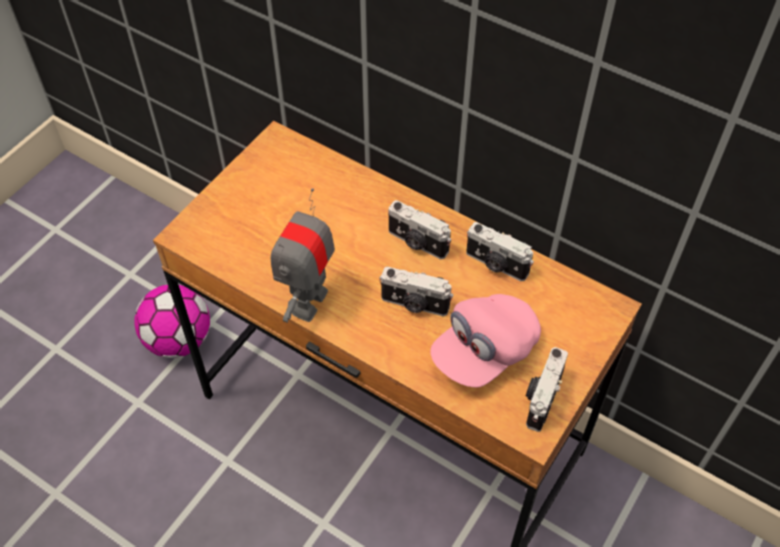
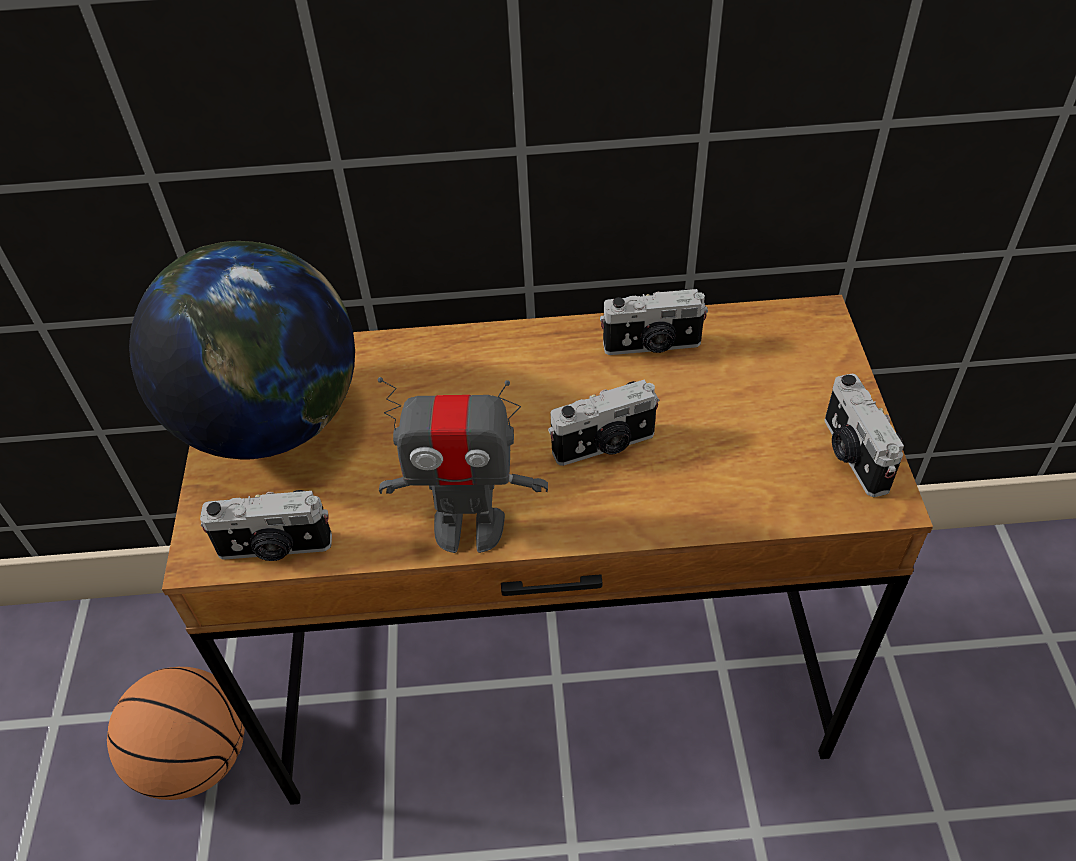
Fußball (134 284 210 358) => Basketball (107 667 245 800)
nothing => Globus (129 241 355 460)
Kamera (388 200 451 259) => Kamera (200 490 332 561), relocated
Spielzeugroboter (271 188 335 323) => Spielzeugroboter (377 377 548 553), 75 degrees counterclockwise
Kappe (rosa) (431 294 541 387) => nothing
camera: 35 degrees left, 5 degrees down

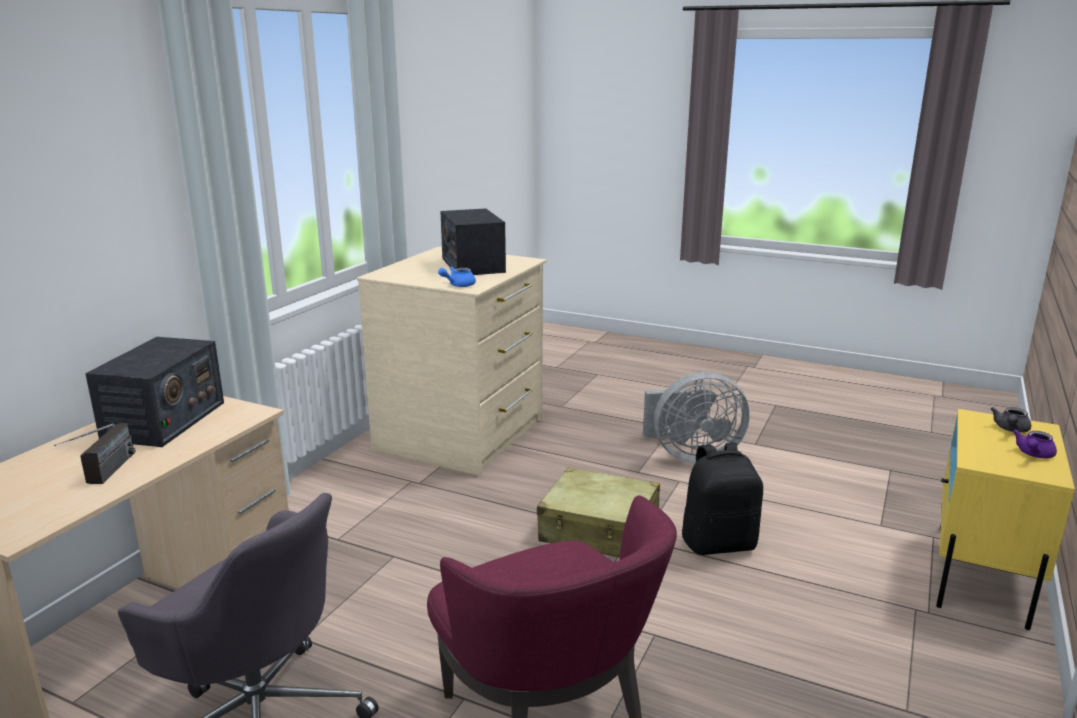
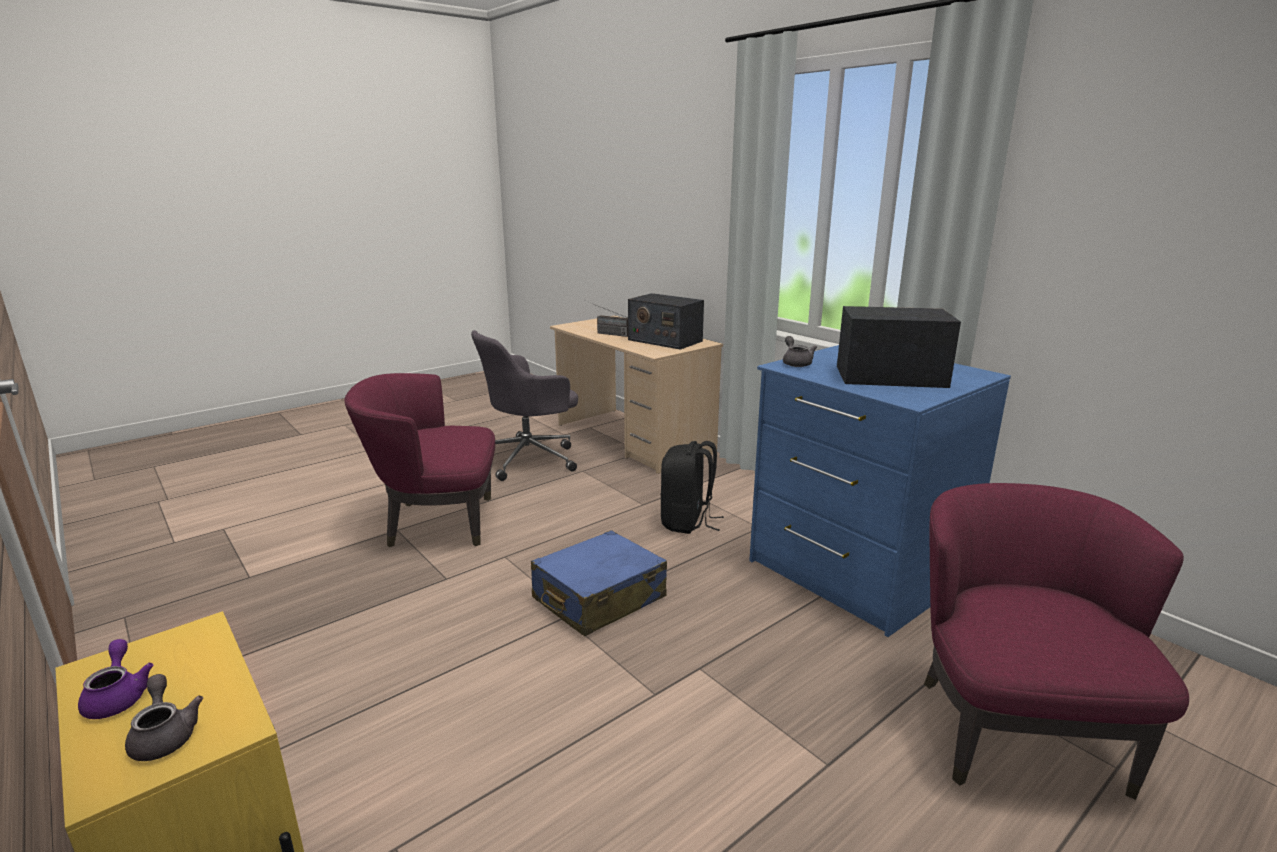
Koffer (beige) (537 468 660 557) => Koffer (blau) (531 530 667 636)
Rucksack (schwarz) (682 443 763 555) => Rucksack (schwarz) (660 441 724 534), relocated
Kommode (beige) (357 247 547 476) => Kommode (blau) (749 345 1011 637)
Teekanne (blau) (438 266 476 287) => Teekanne (grau) (783 336 817 367)
nothing => Sessel (lila) (924 483 1189 800)
Ventilator (grau) (643 372 750 463) => nothing
camera: 115 degrees right, 0 degrees up

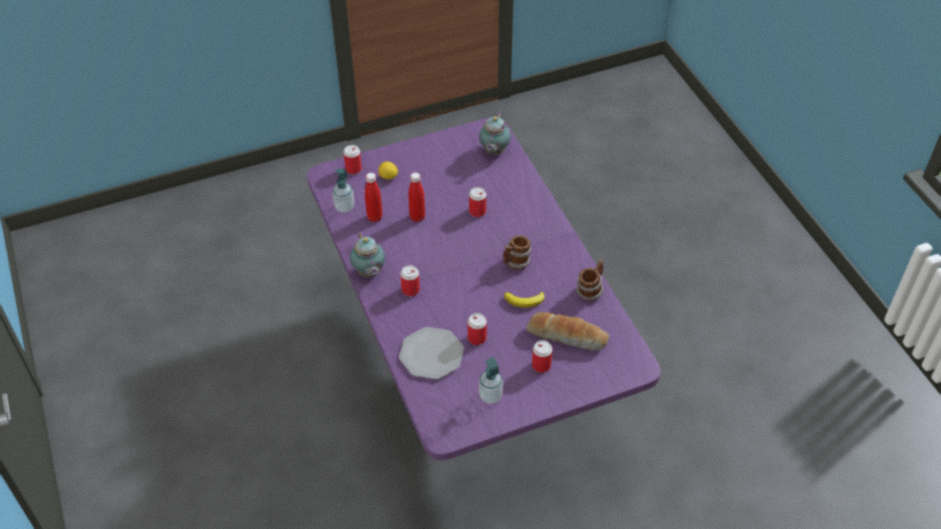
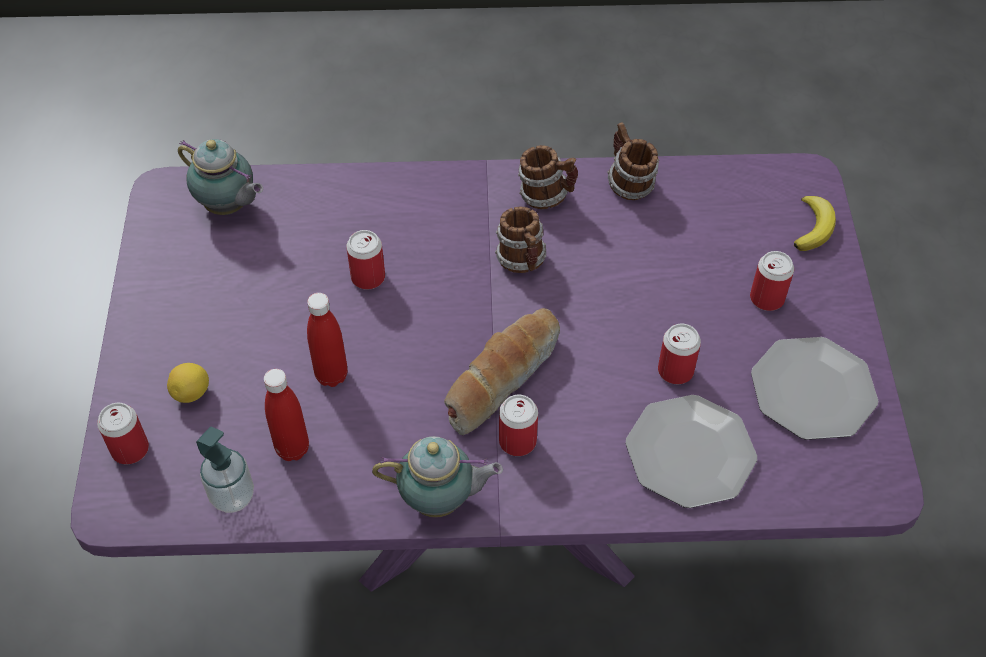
Brot (526 312 609 351) => Brot (444 308 560 435), relocated
nothing => Henkelbecher (518 145 578 209)
Seifenspender (479 357 503 404) => Teller (751 337 878 440)
Banane (504 292 544 308) => Banane (794 196 836 251), relocated
camera: 70 degrees left, 5 degrees up

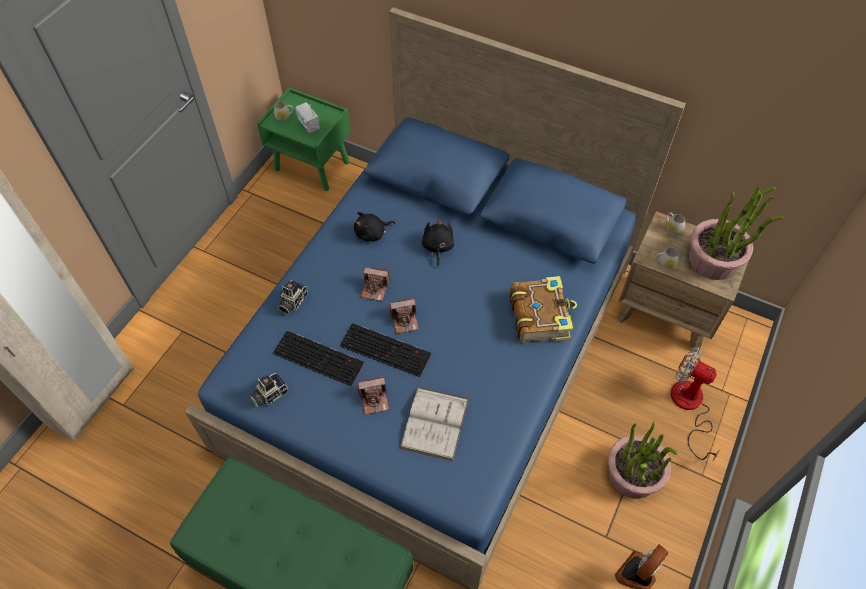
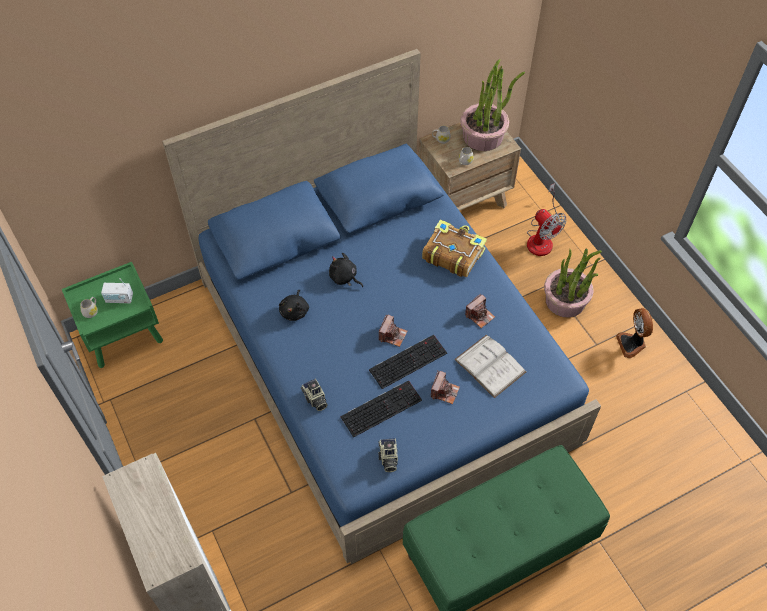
Kamera (361 267 390 301) => Kamera (465 294 495 328), relocated
Ventilator (671 347 720 460) => Ventilator (527 183 566 256), 105 degrees counterclockwise
camera: 55 degrees left, 0 degrees up

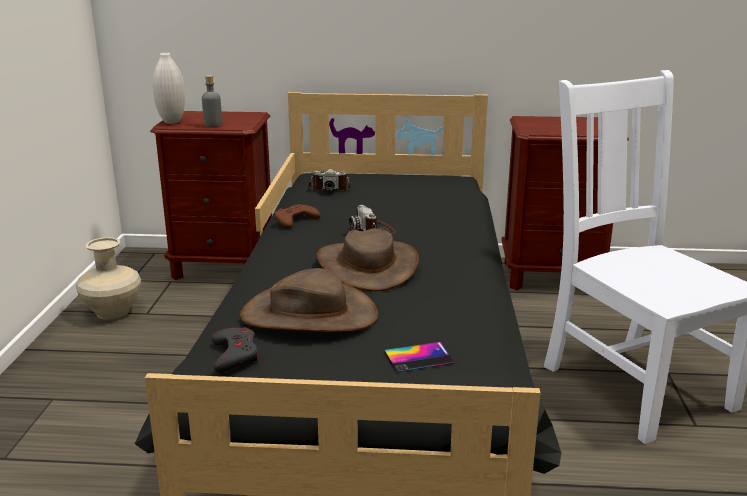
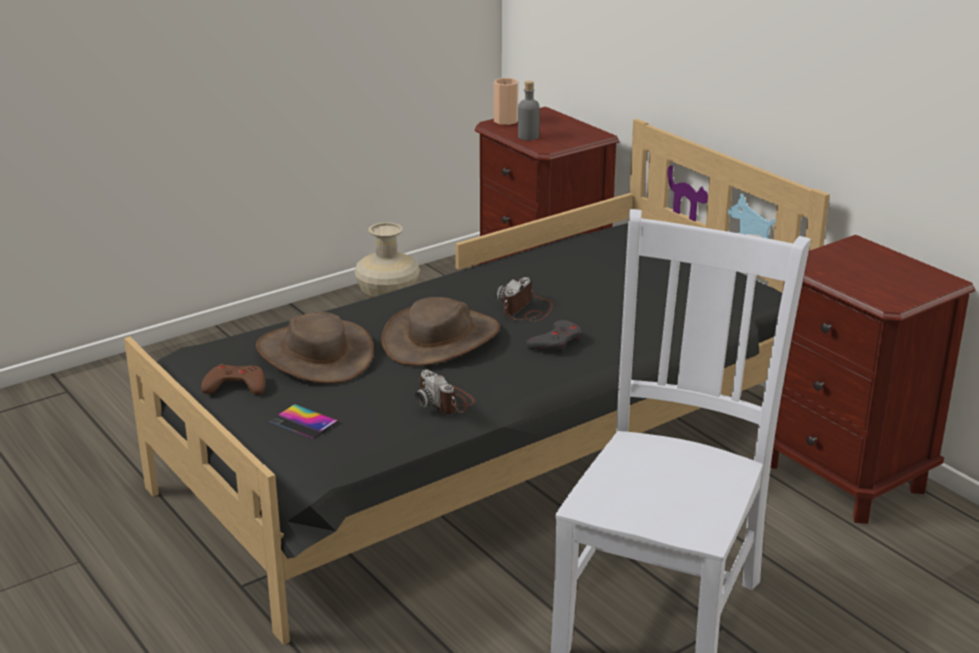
Gamepad (braun) (274 204 321 229) => Gamepad (braun) (201 364 266 395), relocated
Kamera (308 169 351 190) => Kamera (415 369 475 414), relocated
Vase (weiß) (152 53 185 124) => Tasse (494 78 519 125)
Gamepad (grau) (212 327 258 373) => Gamepad (grau) (526 320 581 353), relocated
camera: 50 degrees right, 5 degrees up

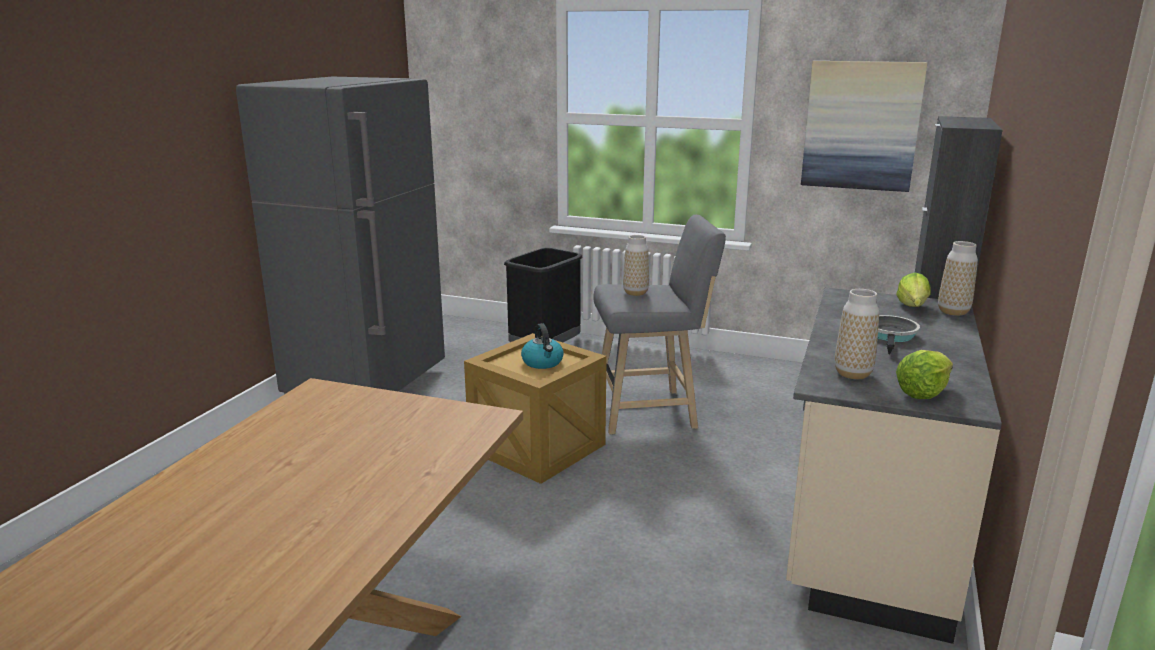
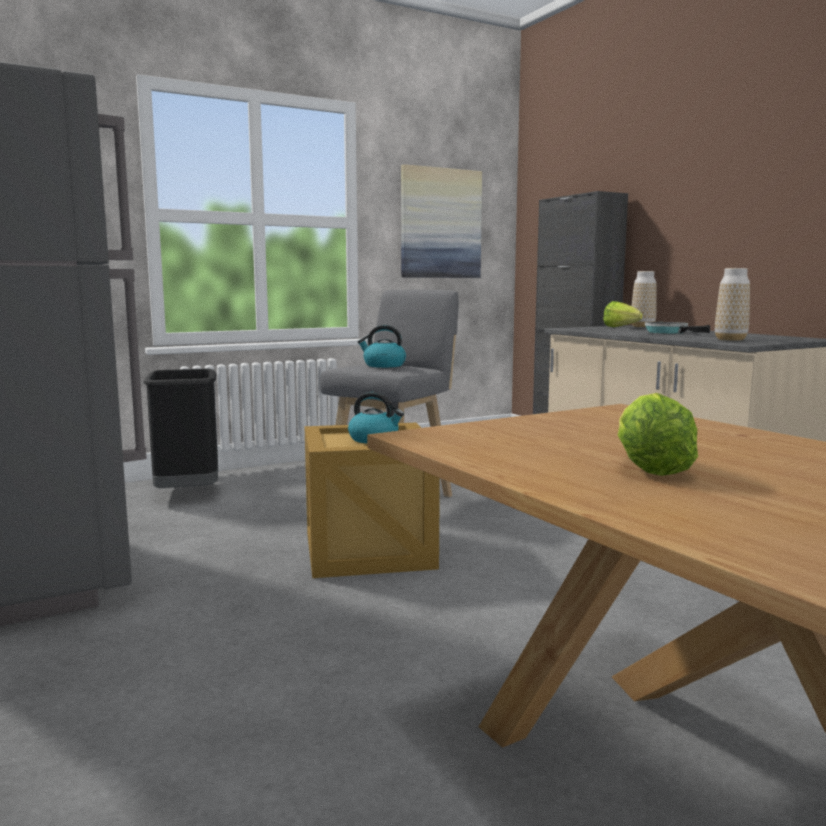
Vase (623 235 649 296) => Wasserkessel (358 325 406 368)
Salatkopf (896 350 953 399) => Salatkopf (618 393 698 476), relocated
camera: 50 degrees left, 10 degrees down

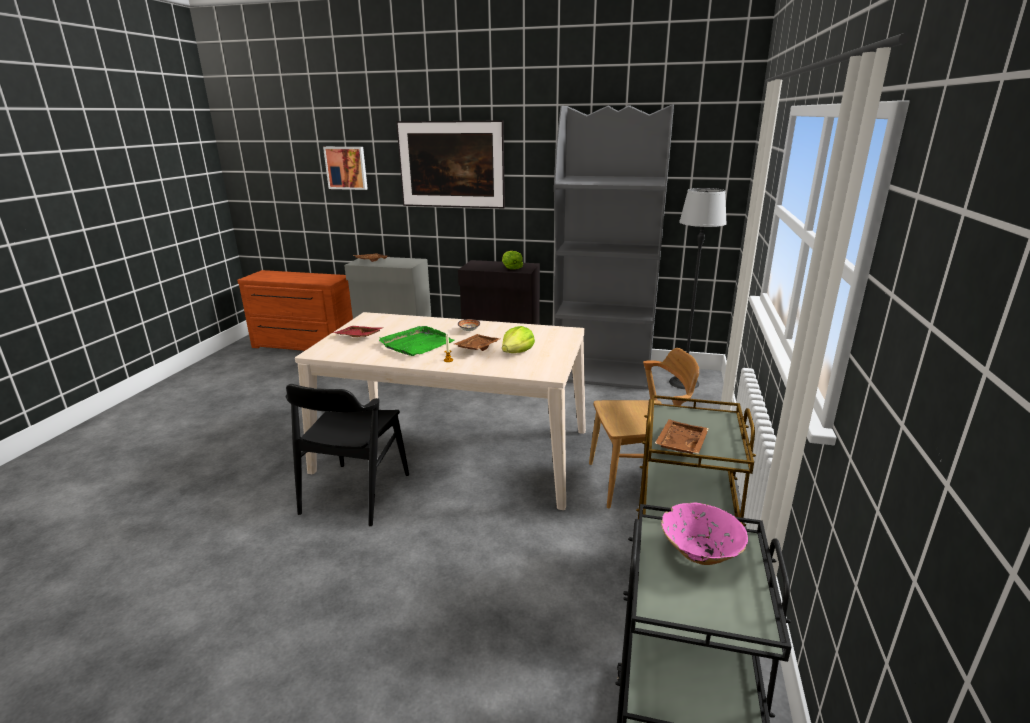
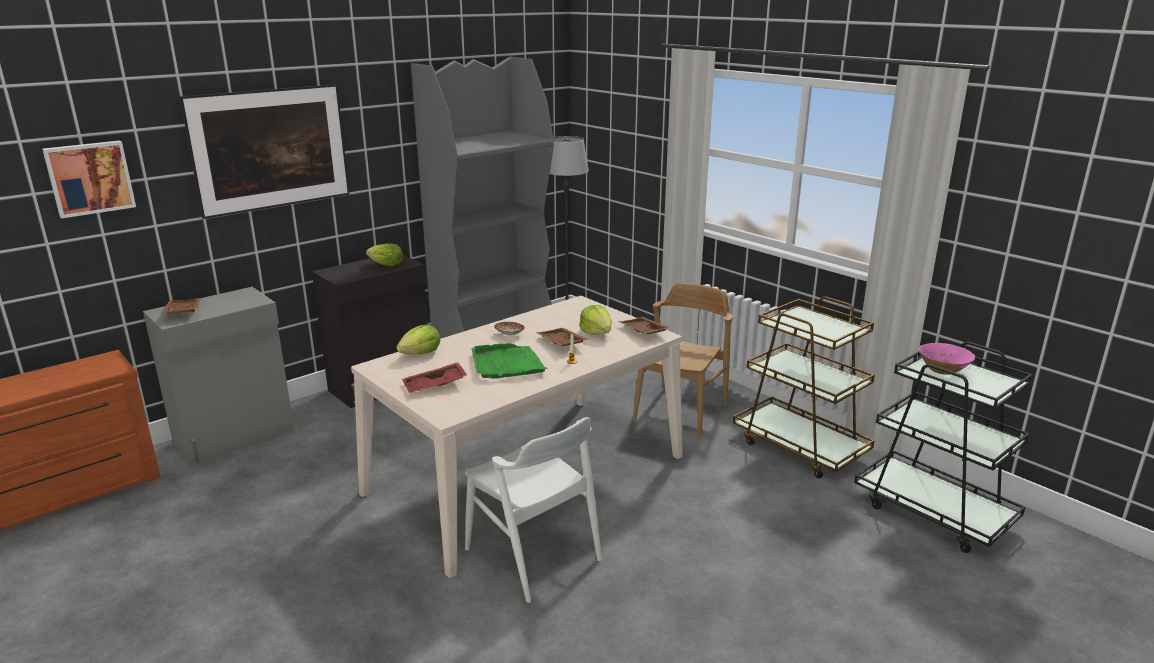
nothing => Salatkopf (396 325 441 355)
Stuhl (schwarz) (285 384 409 527) => Stuhl (weiß) (464 417 602 603)
Tablett (braun) (654 419 709 454) => Tablett (braun) (618 317 671 334), relocated
camera: 55 degrees left, 0 degrees up

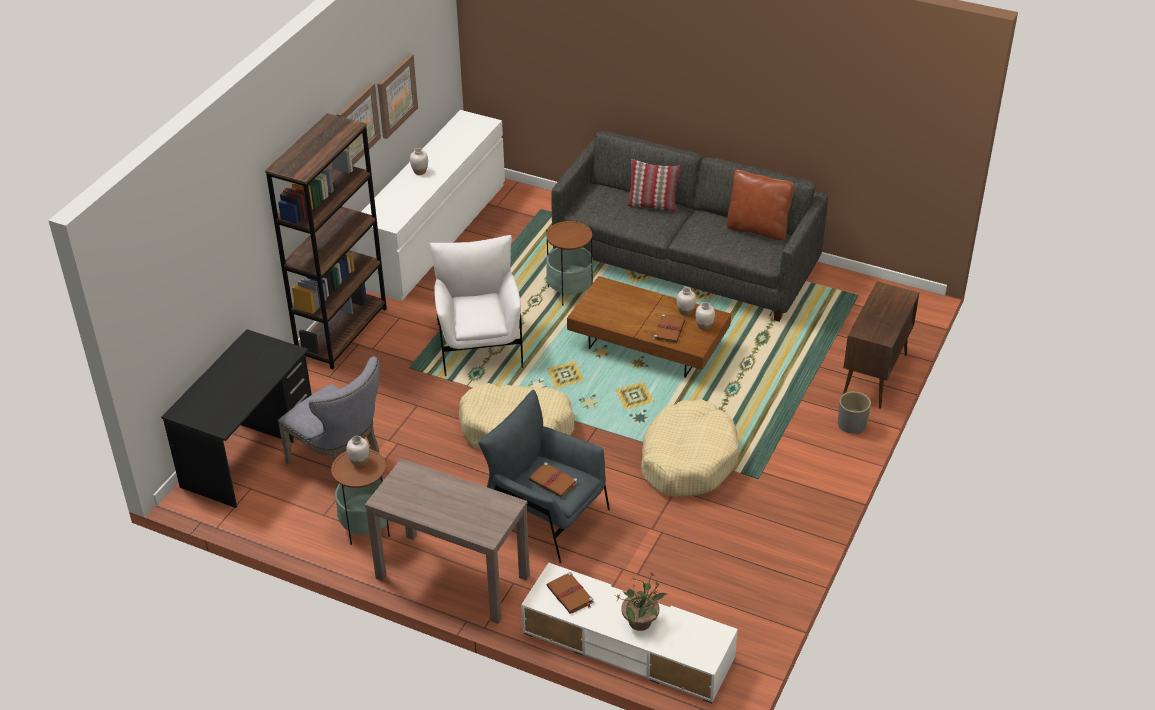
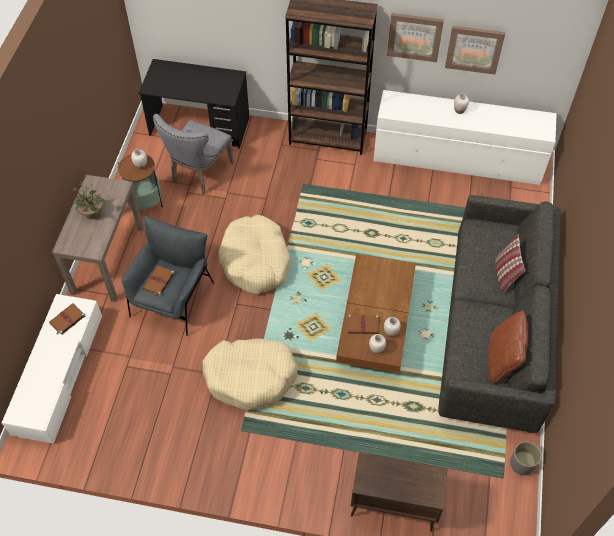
Topfpflanze (616 571 667 631) => Topfpflanze (72 182 106 219), relocated
Pflanzkübel (grau) (838 391 871 434) => Pflanzkübel (grau) (510 441 542 475), relocated
Sessel (weiß) (430 235 523 376) => nothing
Beistelltisch (546 221 593 306) => nothing
camera: 75 degrees right, 15 degrees up

